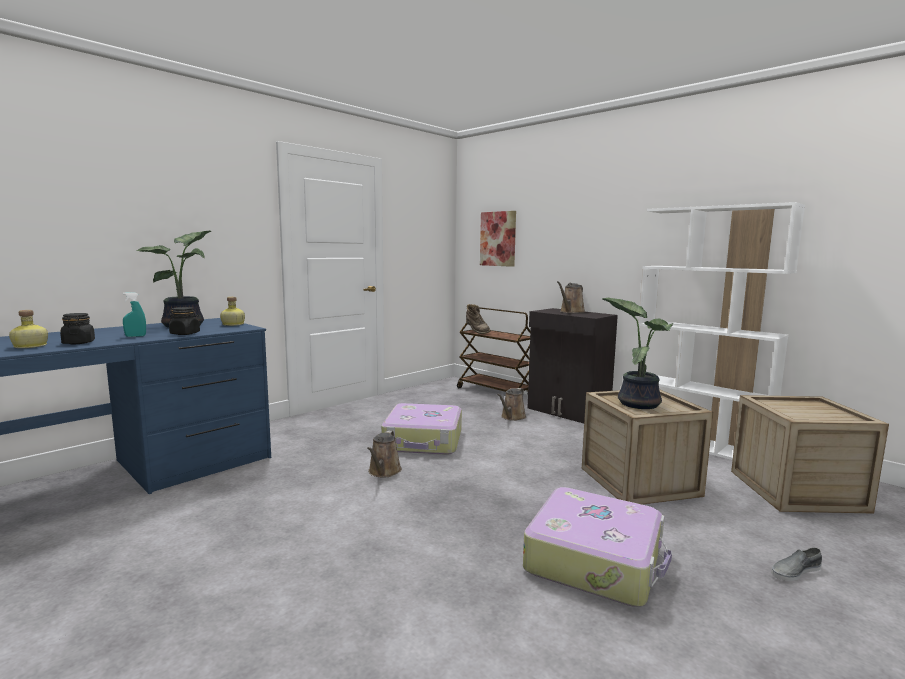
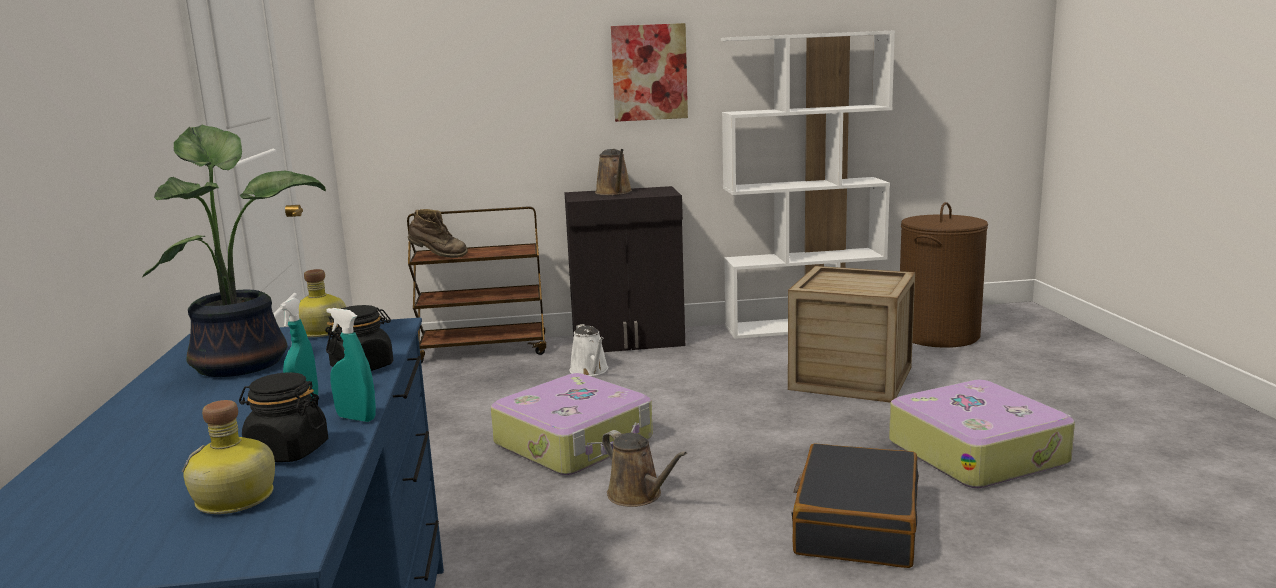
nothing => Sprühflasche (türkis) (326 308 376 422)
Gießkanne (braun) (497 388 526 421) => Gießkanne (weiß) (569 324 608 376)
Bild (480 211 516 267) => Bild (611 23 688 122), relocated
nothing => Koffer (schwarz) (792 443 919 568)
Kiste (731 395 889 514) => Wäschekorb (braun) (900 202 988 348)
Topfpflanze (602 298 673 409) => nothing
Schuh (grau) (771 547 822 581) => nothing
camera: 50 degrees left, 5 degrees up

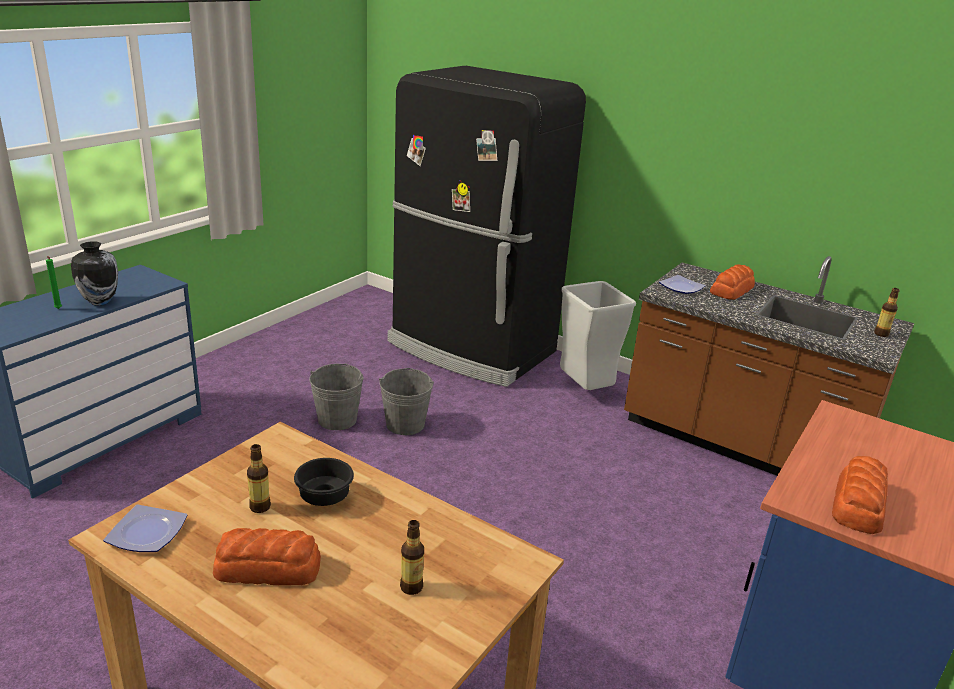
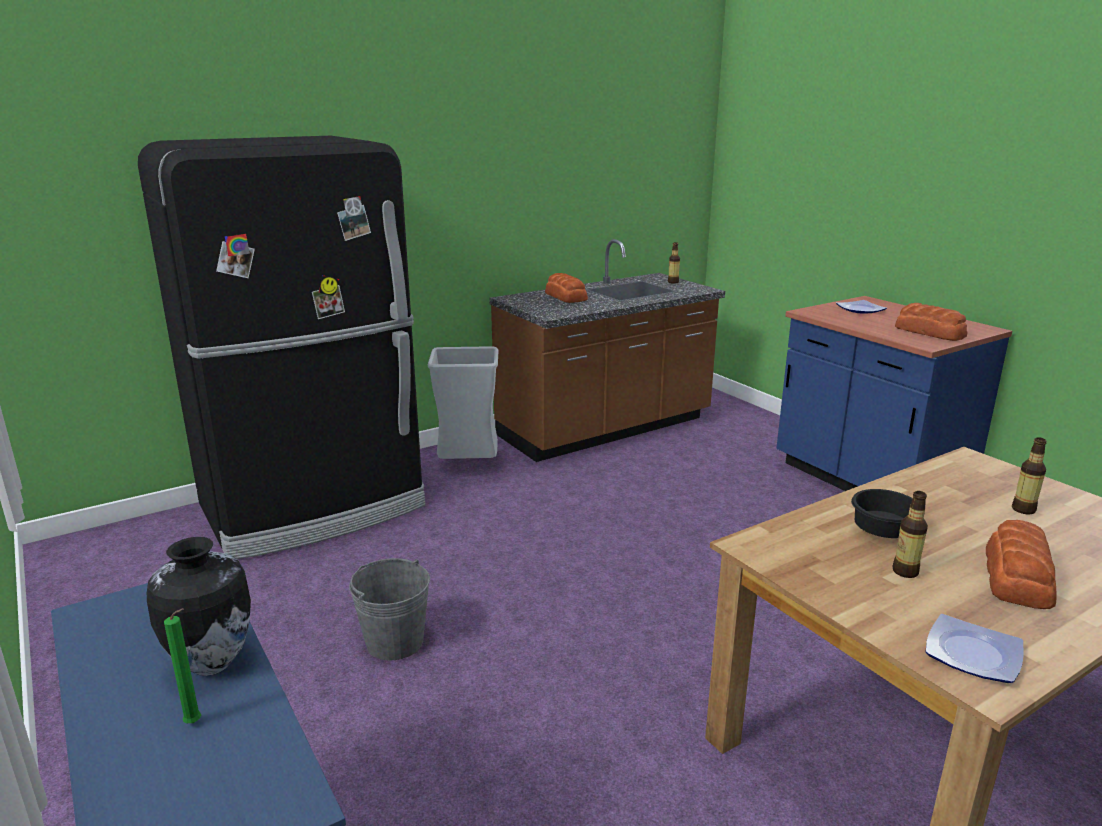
Teller (659 275 706 294) => Teller (836 300 887 313), relocated
Eimer (grau) (379 368 434 435) => nothing
camera: 65 degrees left, 5 degrees down

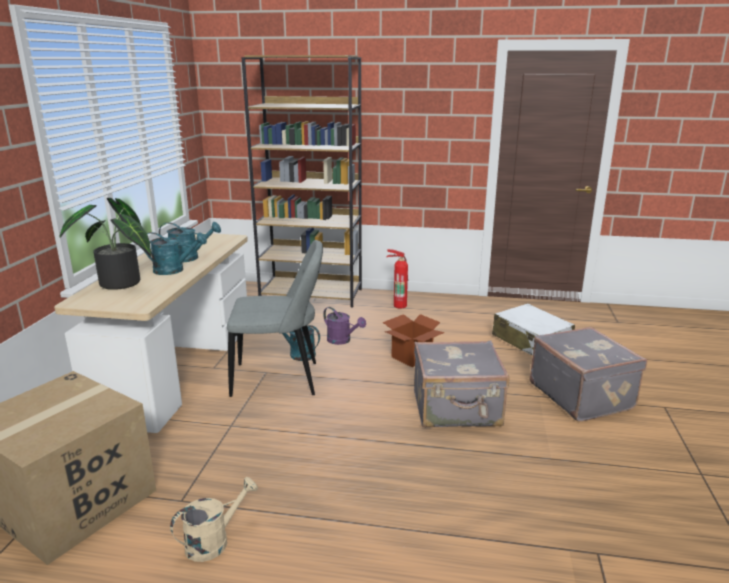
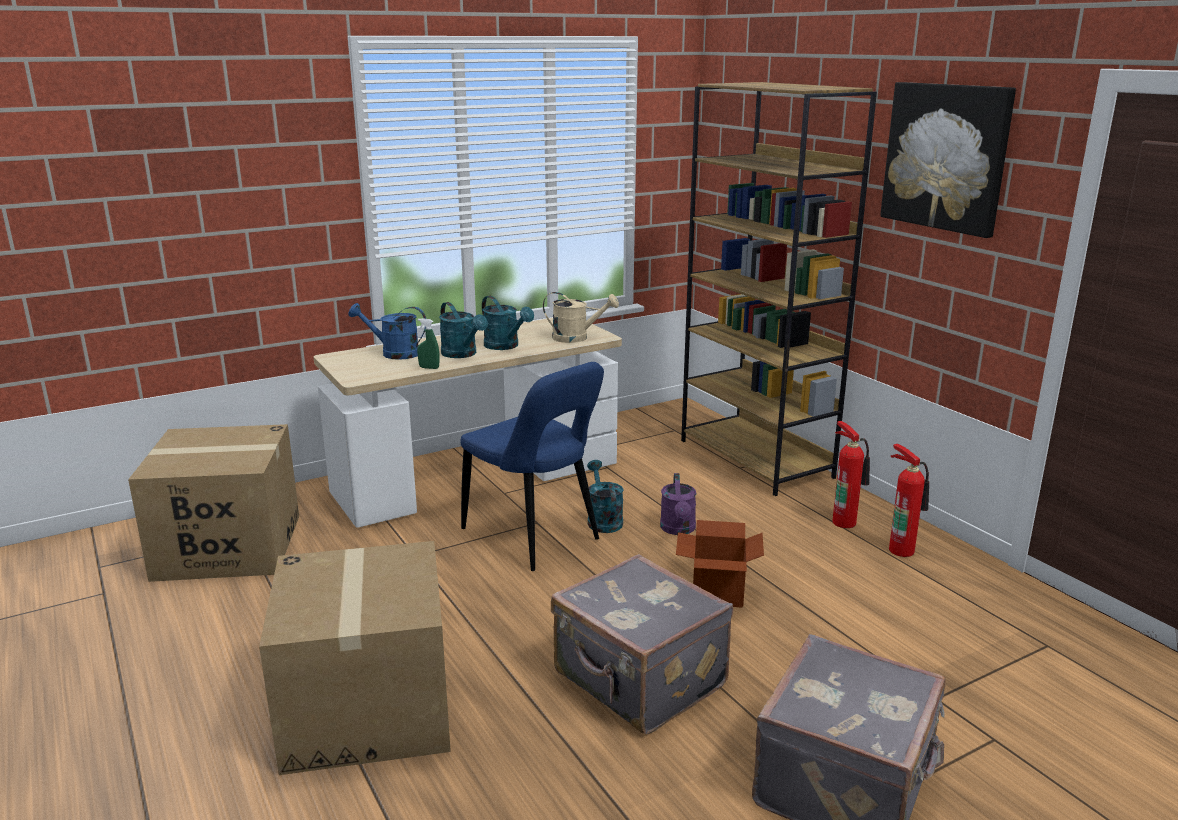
nothing => Karton (259 541 451 775)
Topfpflanze (59 198 152 290) => Gießkanne (blau) (348 303 426 360)
nothing => Sprühflasche (grün) (417 318 440 369)
Stuhl (grau) (227 240 323 397) => Stuhl (blau) (460 362 604 571)
Gießkanne (beige) (170 477 258 562) => Gießkanne (beige) (543 292 619 343), relocated
nothing => Bild (880 82 1016 238)
nothing => Feuerlöscher (889 444 929 557)
Koffer (weiß) (492 303 575 356) => nothing
camera: 50 degrees right, 0 degrees up

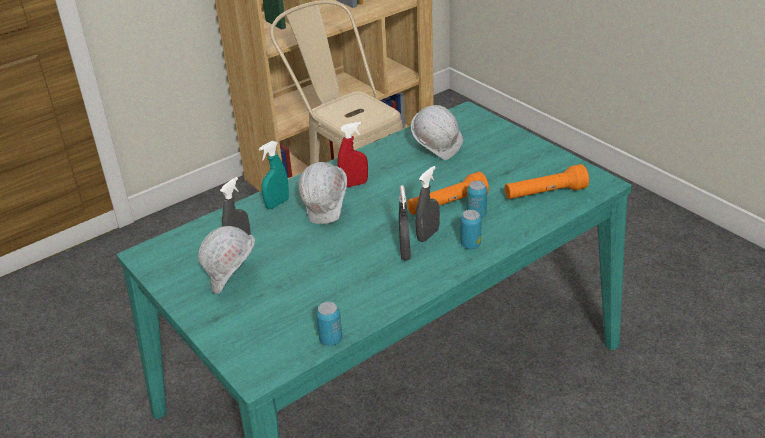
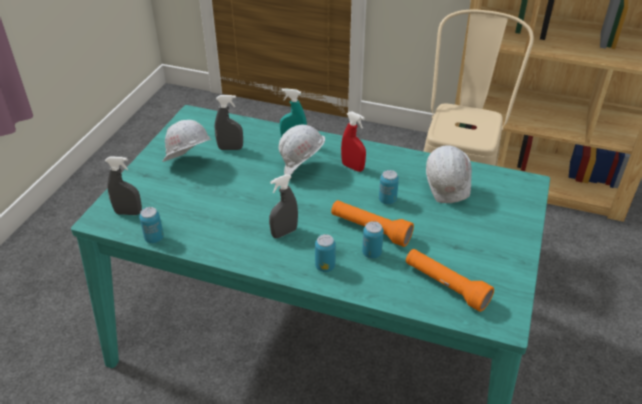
Sprühflasche (grau) (415 166 440 242) => Sprühflasche (grau) (105 156 142 215), relocated
nothing => Dose (379 170 399 205)
camera: 55 degrees right, 5 degrees up

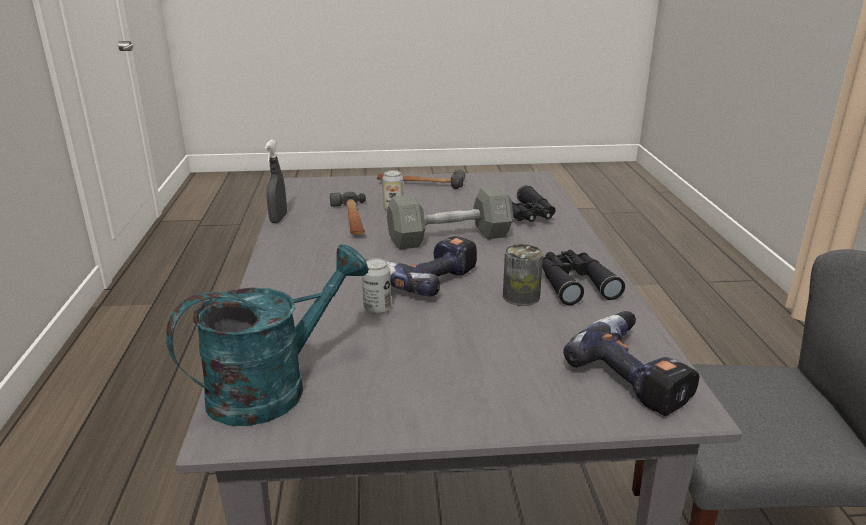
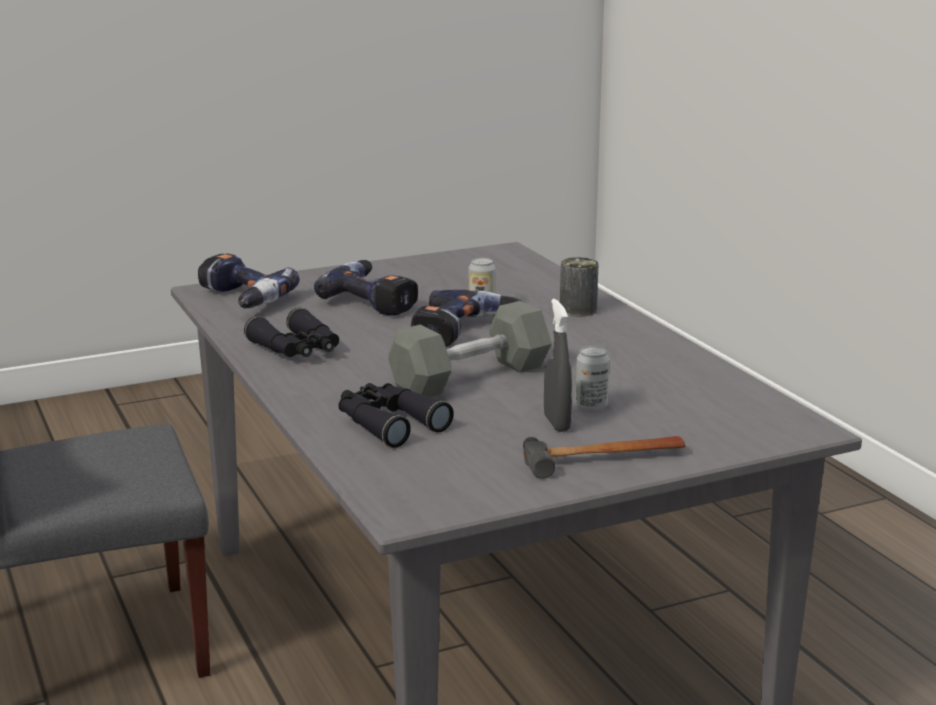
nothing => Bohrmaschine (314 260 418 316)
Sprühflasche (grau) (265 140 287 223) => Sprühflasche (grau) (544 299 572 432), relocated
Dose (503 244 543 306) => Dose (560 257 599 317), relocated
Gießkanne (türkis) (166 244 369 426) => nothing
Hammer (330 192 366 235) => nothing
camera: 160 degrees right, 5 degrees down

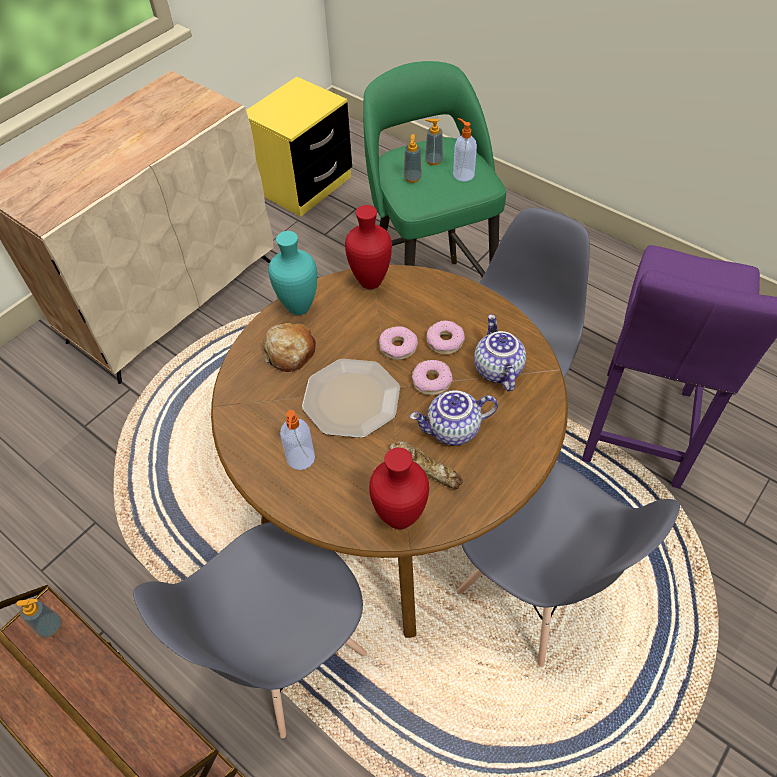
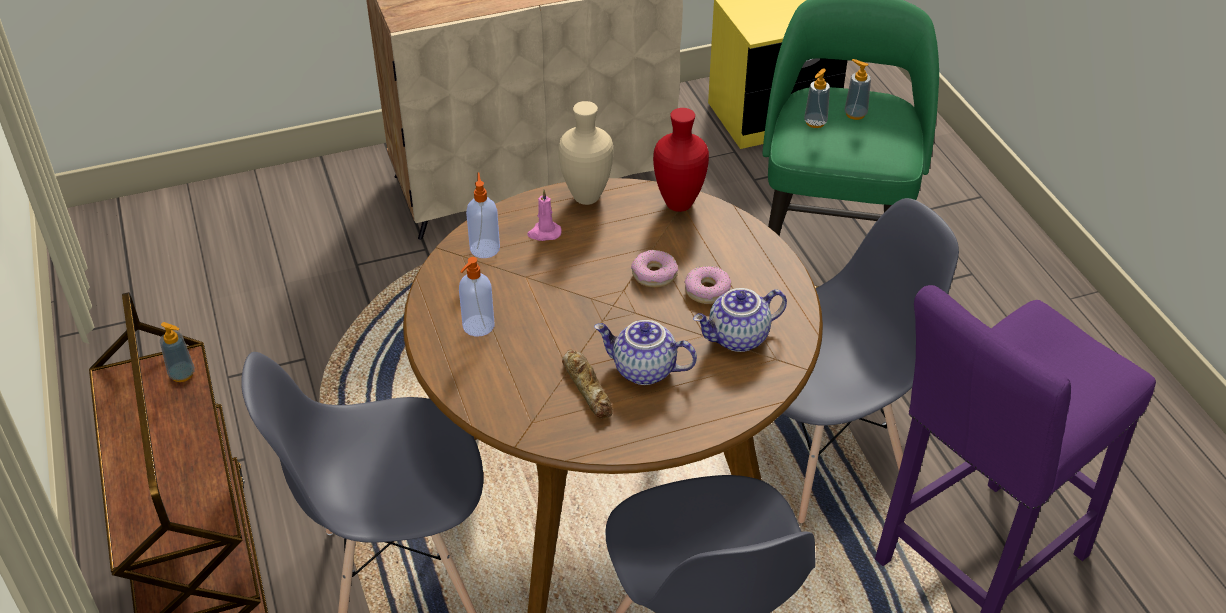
Seifenspender (453 118 477 182) => Seifenspender (466 173 500 258), relocated
Brot (263 323 316 372) => Kerze (rosa) (527 190 562 241)
Vase (türkis) (268 231 317 315) => Vase (beige) (558 101 614 205)
Teekanne (474 314 526 392) => Teekanne (693 288 787 352), 135 degrees counterclockwise
Teller (302 359 400 438) => nothing
Vase (rot) (369 447 429 529) => nothing
Donut (412 360 452 396) => nothing
camera: 30 degrees right, 10 degrees down

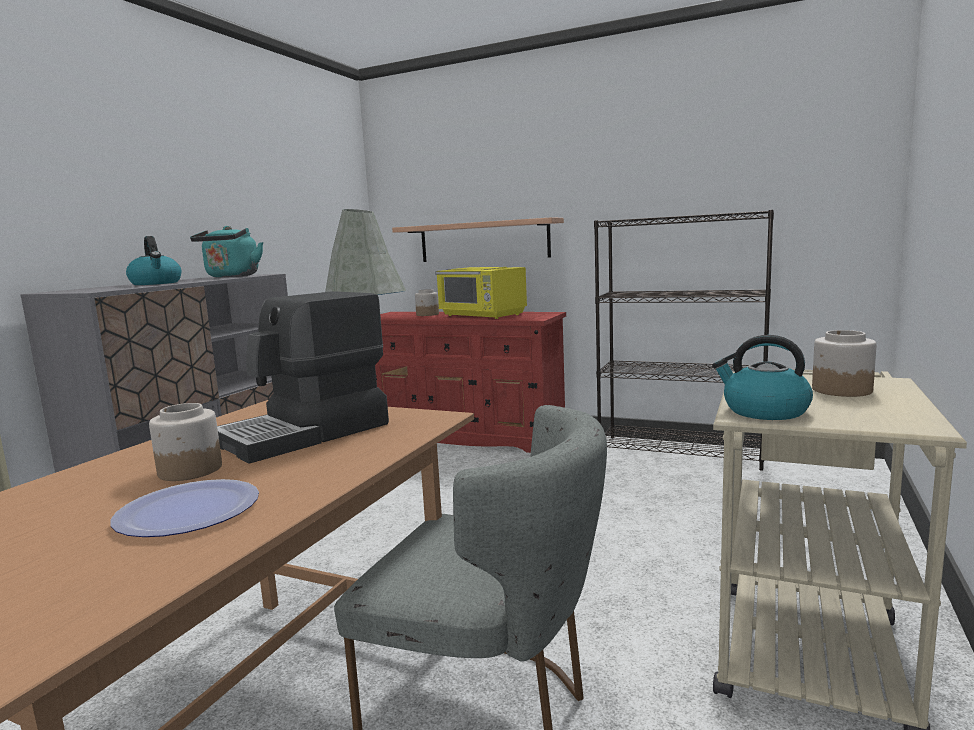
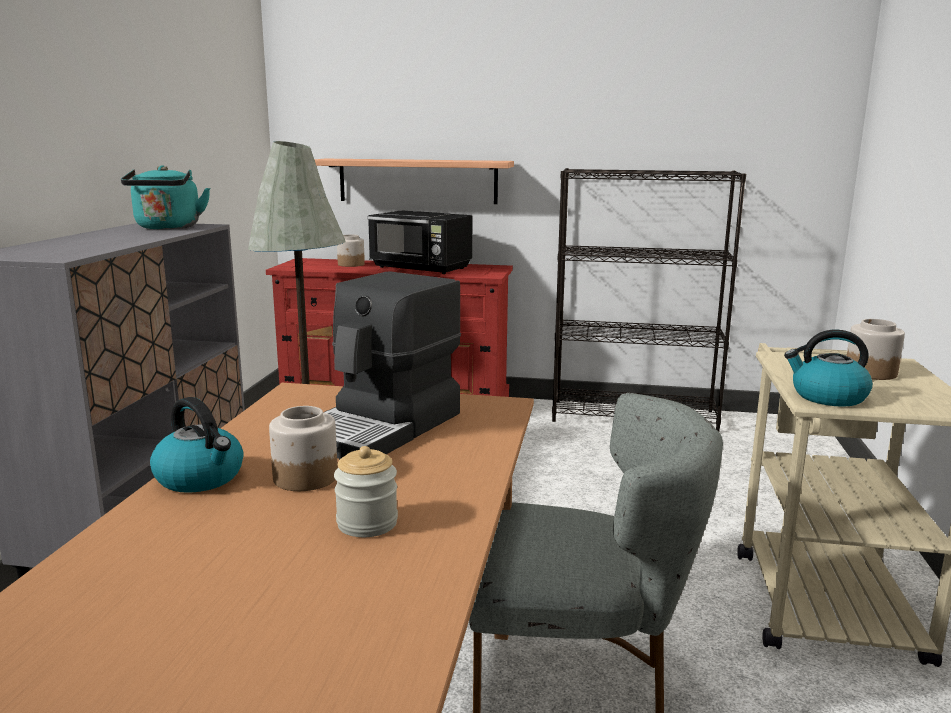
Wasserkessel (126 236 181 285) => Wasserkessel (150 397 243 493), relocated
Teller (110 479 259 537) => Vorratsglas (334 446 398 537)
Mikrowelle (gelb) (435 267 527 319) => Mikrowelle (schwarz) (367 210 472 274)
camera: 15 degrees left, 5 degrees up

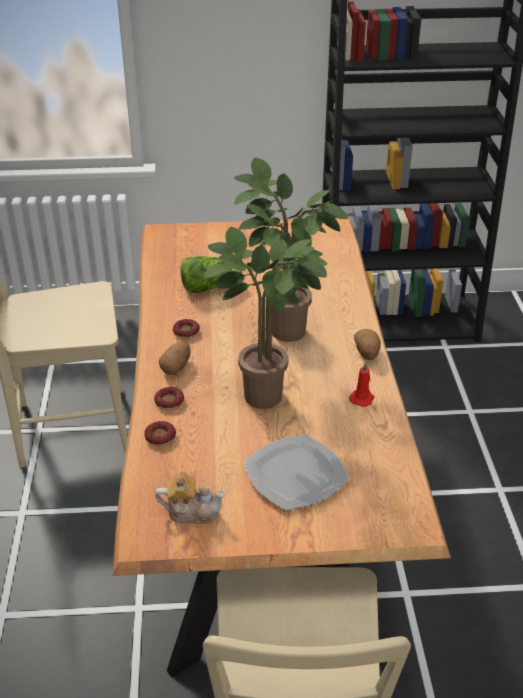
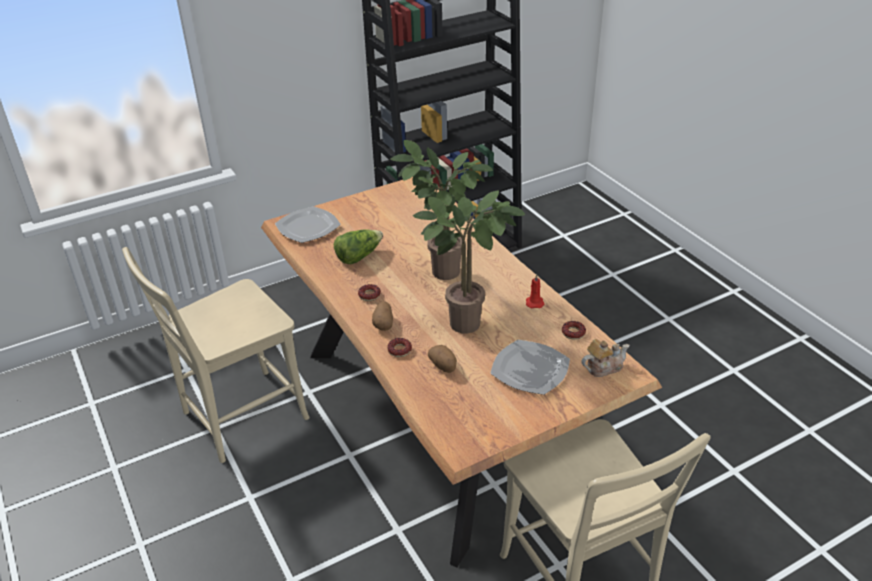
nothing => Teller (275 206 341 243)
Kartoffel (354 329 381 360) => Kartoffel (428 345 457 373), relocated
Donut (144 421 176 446) => Donut (562 321 586 340), relocated
Teekanne (155 471 225 524) => Teekanne (581 339 629 377), relocated
camera: 25 degrees left, 0 degrees up

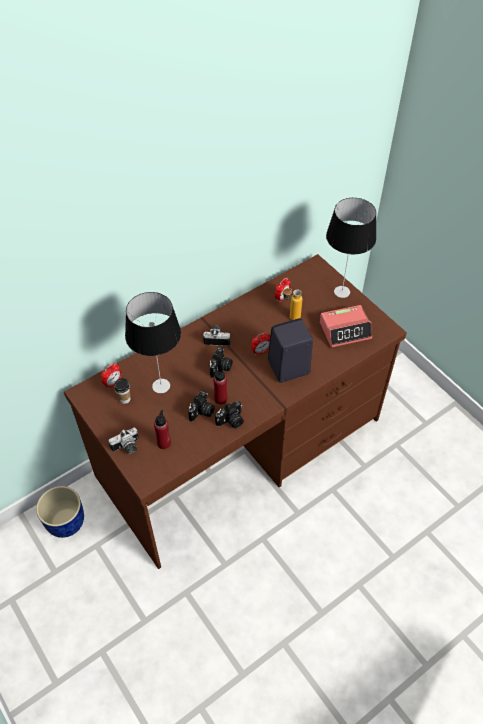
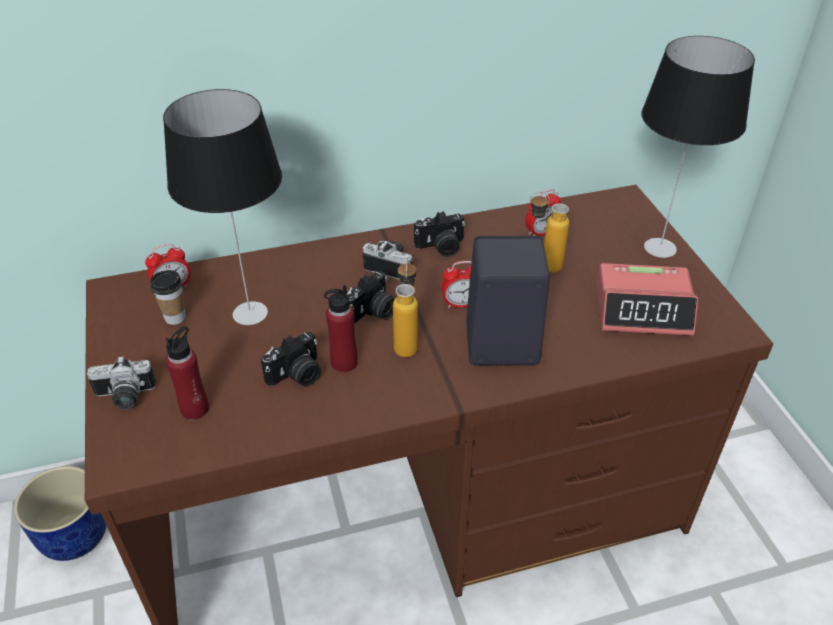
nothing => Flasche (393 258 418 357)
Kamera (215 401 244 428) => Kamera (414 211 465 257), relocated
camera: 20 degrees right, 10 degrees down

